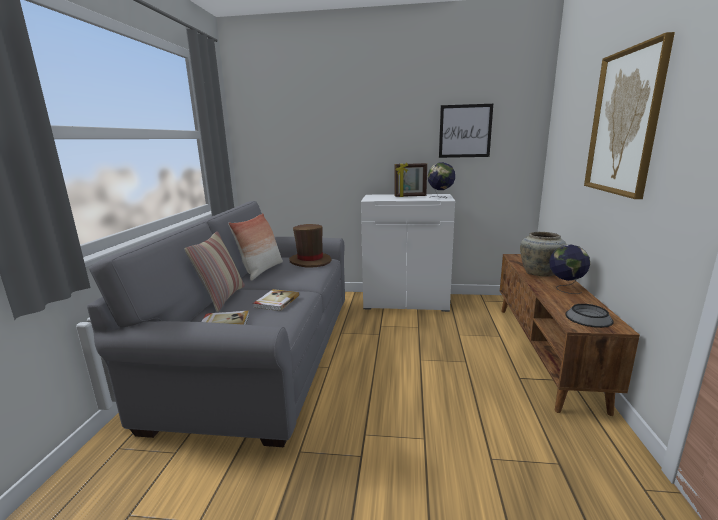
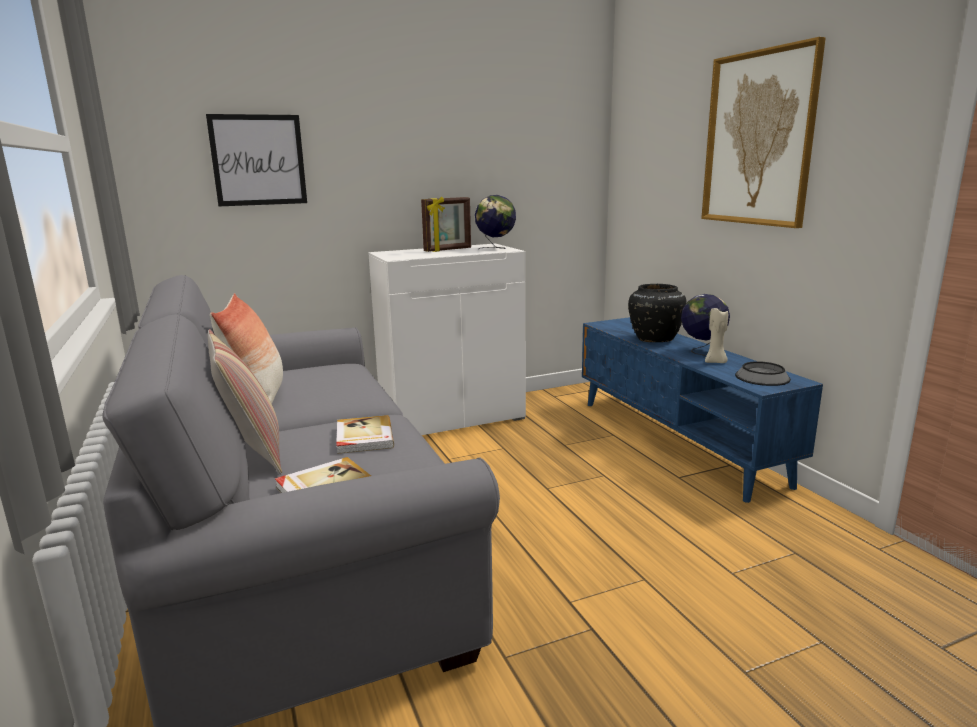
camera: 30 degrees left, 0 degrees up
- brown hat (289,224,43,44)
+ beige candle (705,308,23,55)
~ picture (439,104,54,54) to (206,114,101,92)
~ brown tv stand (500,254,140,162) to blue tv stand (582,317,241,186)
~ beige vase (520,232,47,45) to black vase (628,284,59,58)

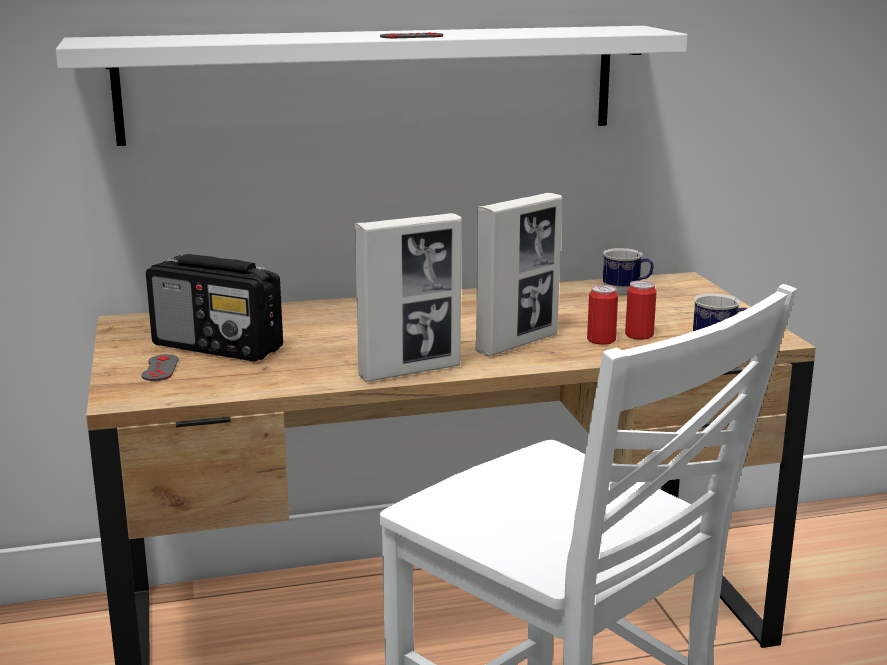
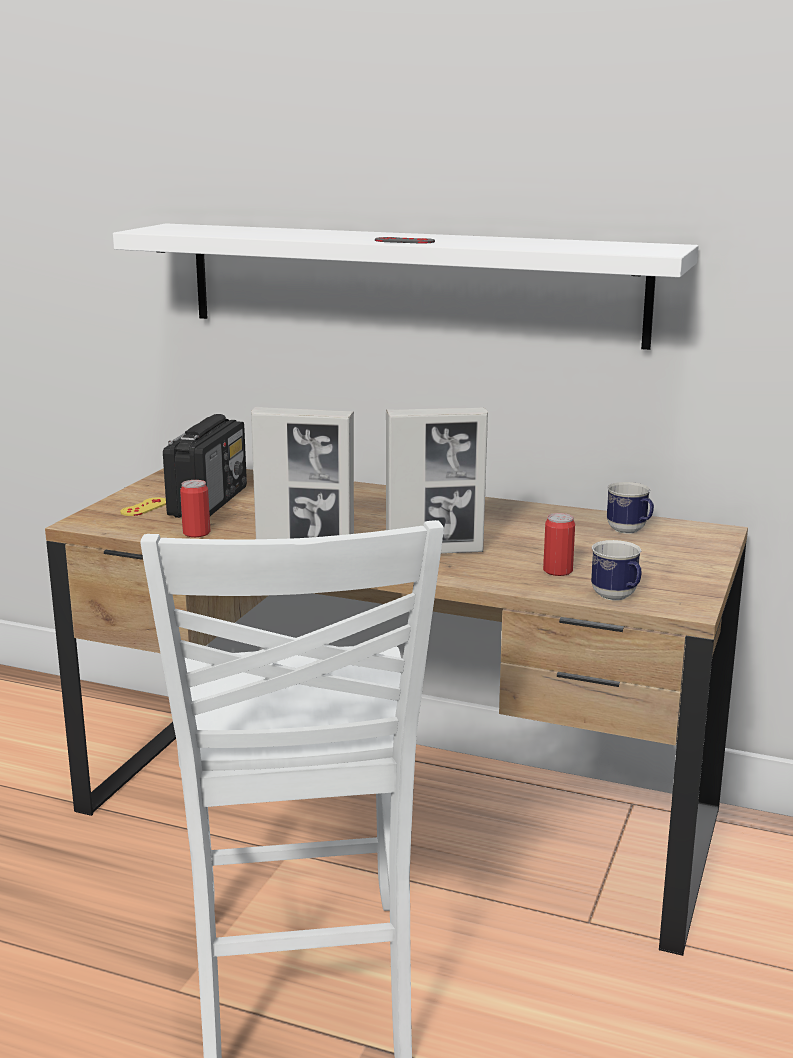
camera: 35 degrees right, 0 degrees up
~ can (587,285,31,60) to (180,480,30,57)
~ grey game controller (142,354,36,27) to yellow game controller (120,498,46,18)
~ radio (146,254,137,108) = (163,414,84,104) 135 degrees counterclockwise

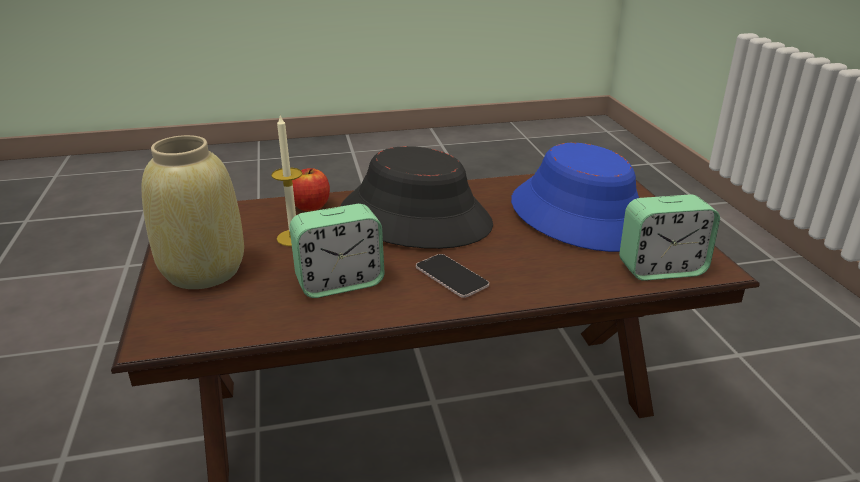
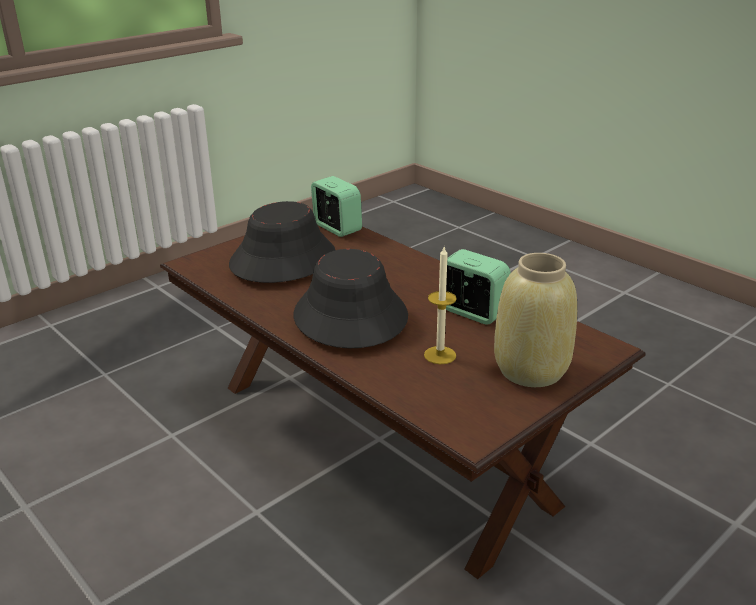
camera: 120 degrees left, 0 degrees up
- apple (292,168,38,43)
- phone (416,254,73,44)
~ blue hat (511,143,128,109) to black hat (229,201,106,82)

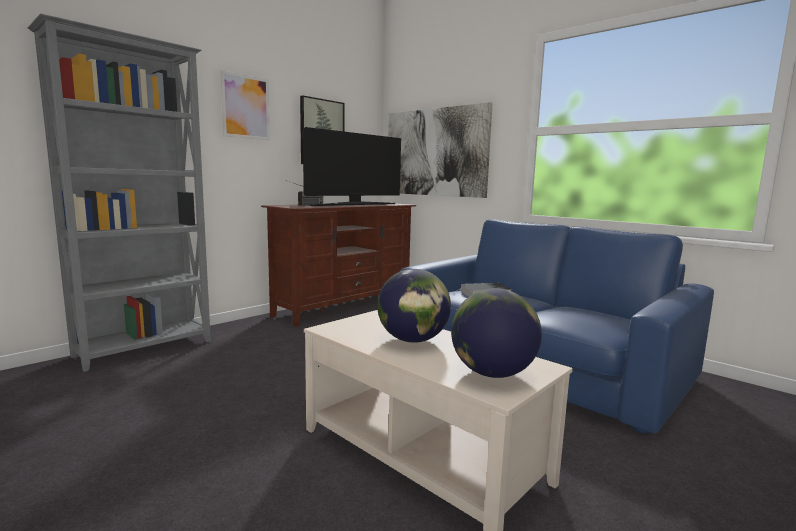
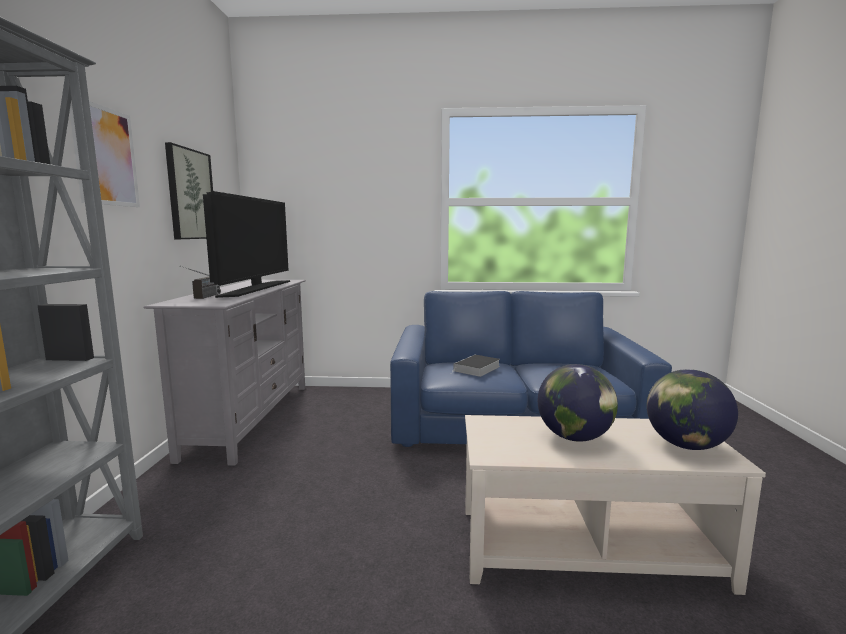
camera: 40 degrees left, 0 degrees up
- picture (388,102,105,96)
~ brown tv stand (261,203,155,124) to grey tv stand (143,280,163,186)

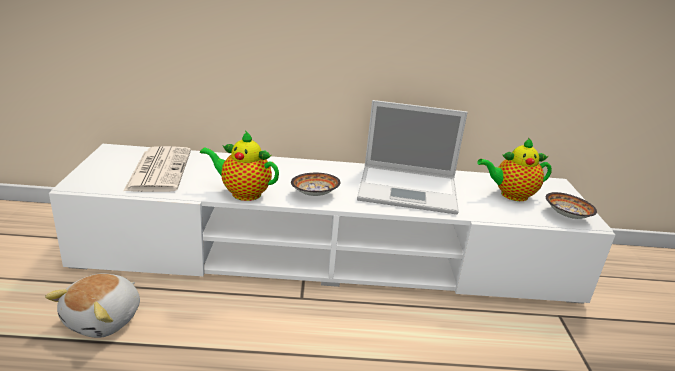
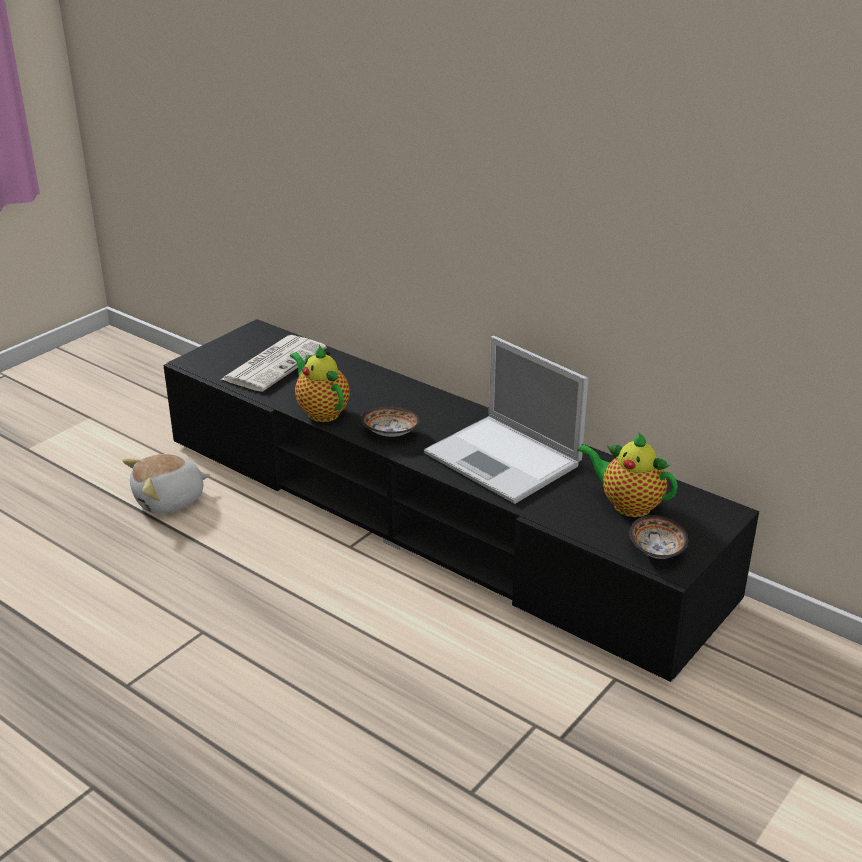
camera: 40 degrees right, 5 degrees up
~ white tv stand (49,144,567,160) to black tv stand (163,319,596,363)

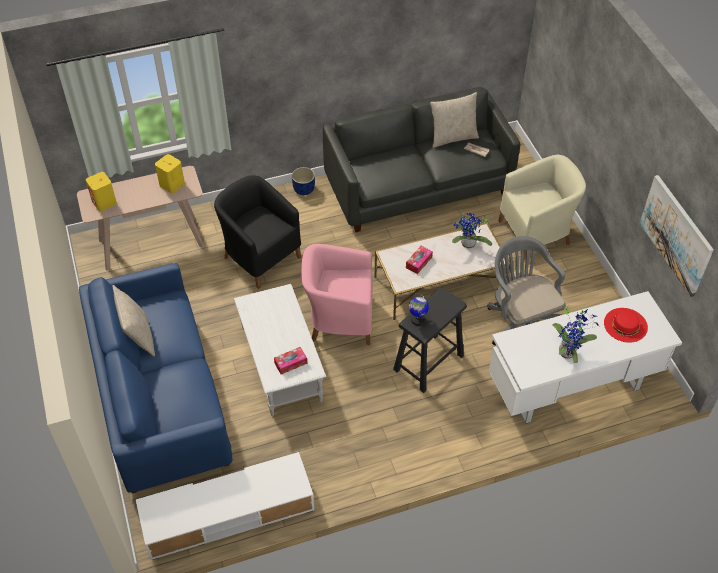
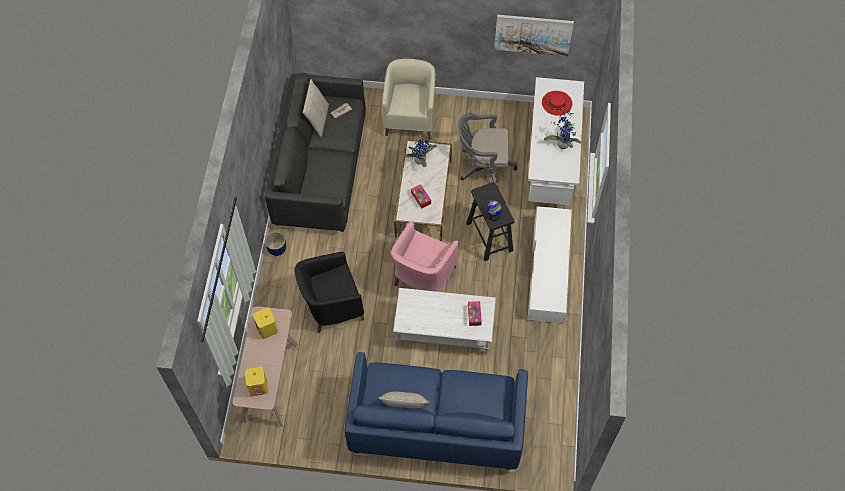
camera: 65 degrees left, 10 degrees up
~ white tv stand (136,452,178,108) to (528,206,44,118)

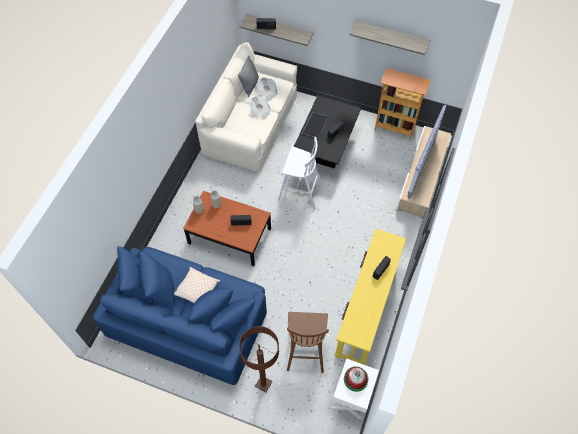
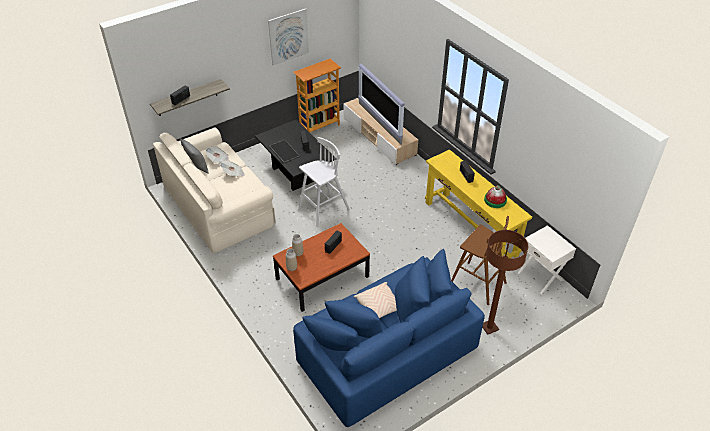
camera: 55 degrees left, 15 degrees down
~ hat (344,366,24,26) to (484,185,23,23)
~ shelf (349,21,81,34) to picture (268,8,41,57)

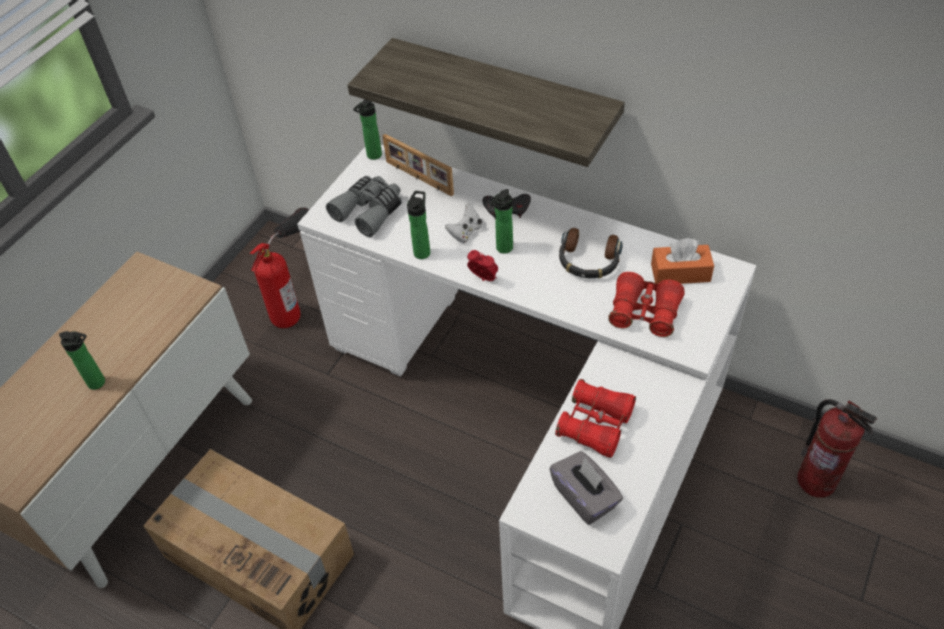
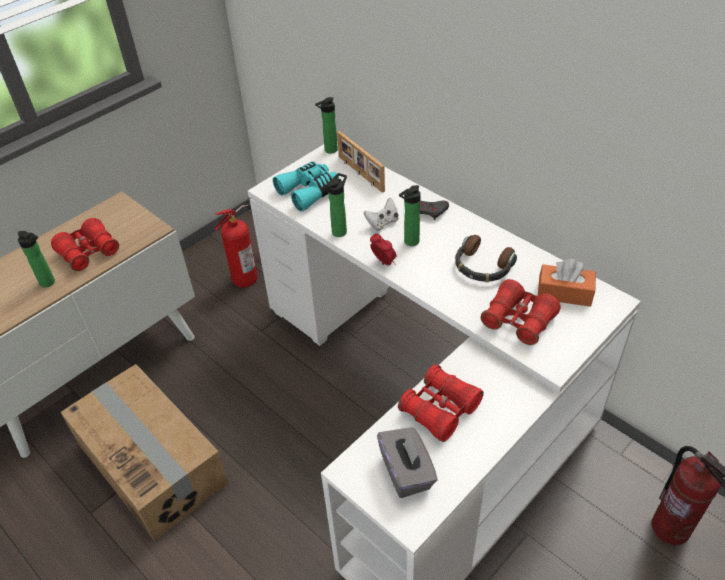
camera: 15 degrees right, 5 degrees down
- shelf (348,38,277,129)
+ red binoculars (51,218,68,53)
~ grey binoculars (326,176,76,61) to turquoise binoculars (273,161,66,51)

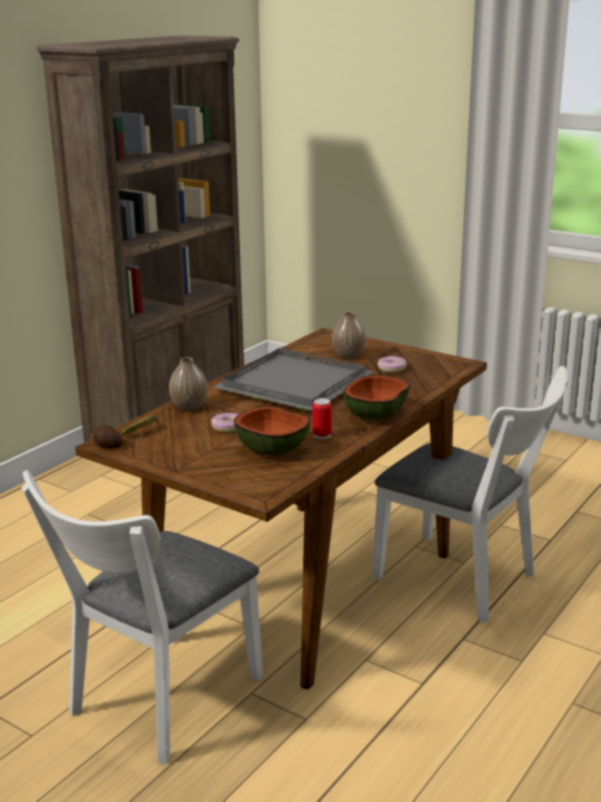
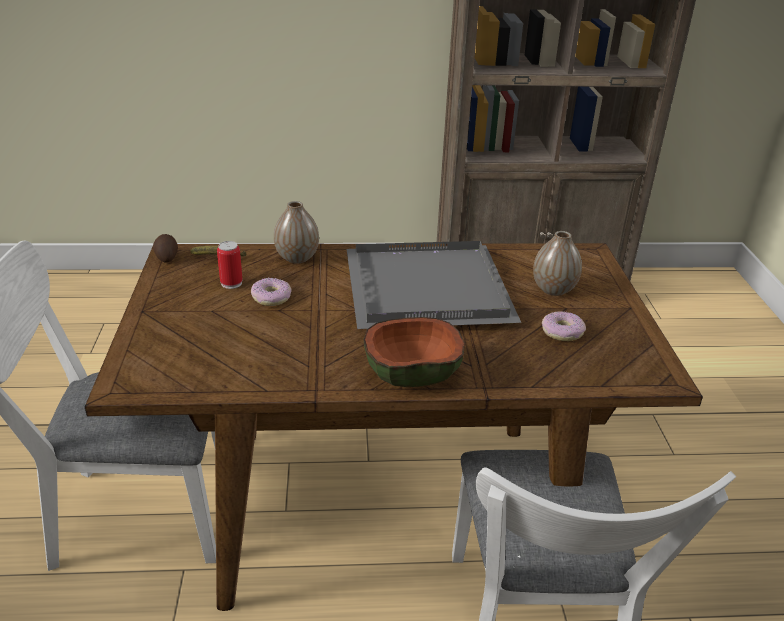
camera: 50 degrees right, 10 degrees up
- bowl (234,406,76,50)
~ can (312,398,20,41) to (217,241,26,48)

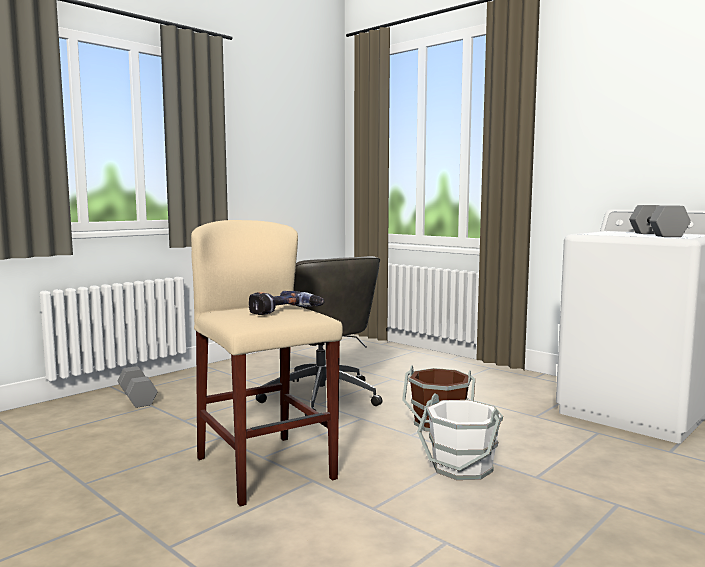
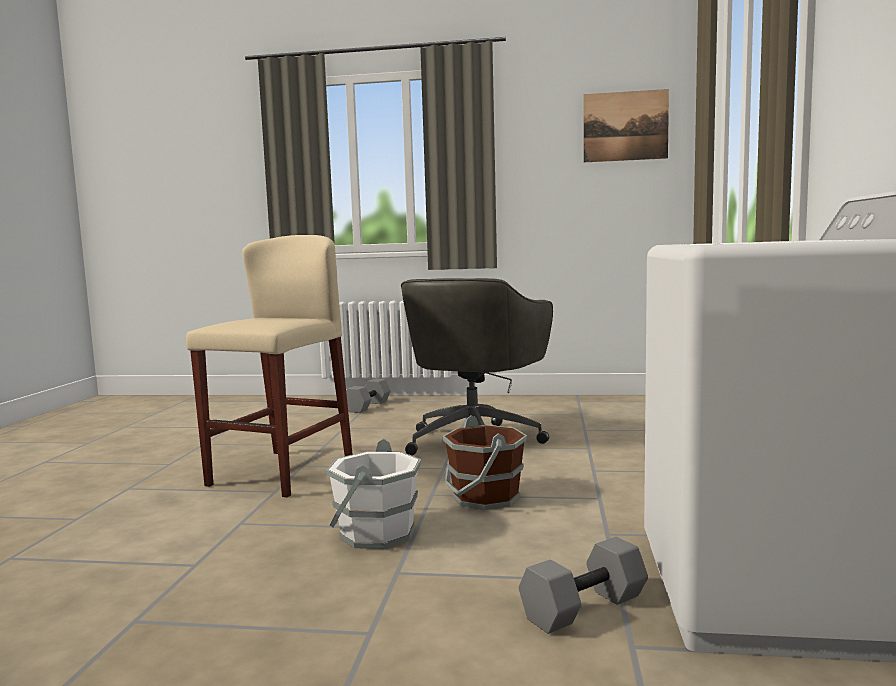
camera: 55 degrees right, 0 degrees up
- power drill (249,291,75,24)
+ picture (584,89,85,73)
~ grey dumbbell (629,205,62,32) to (519,537,129,97)

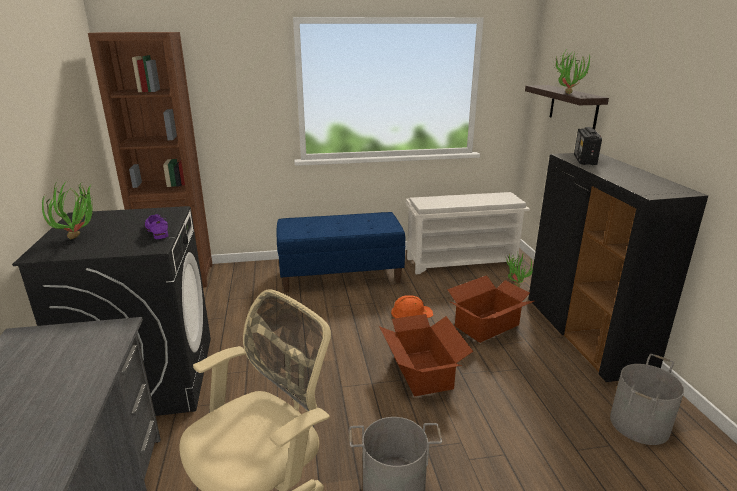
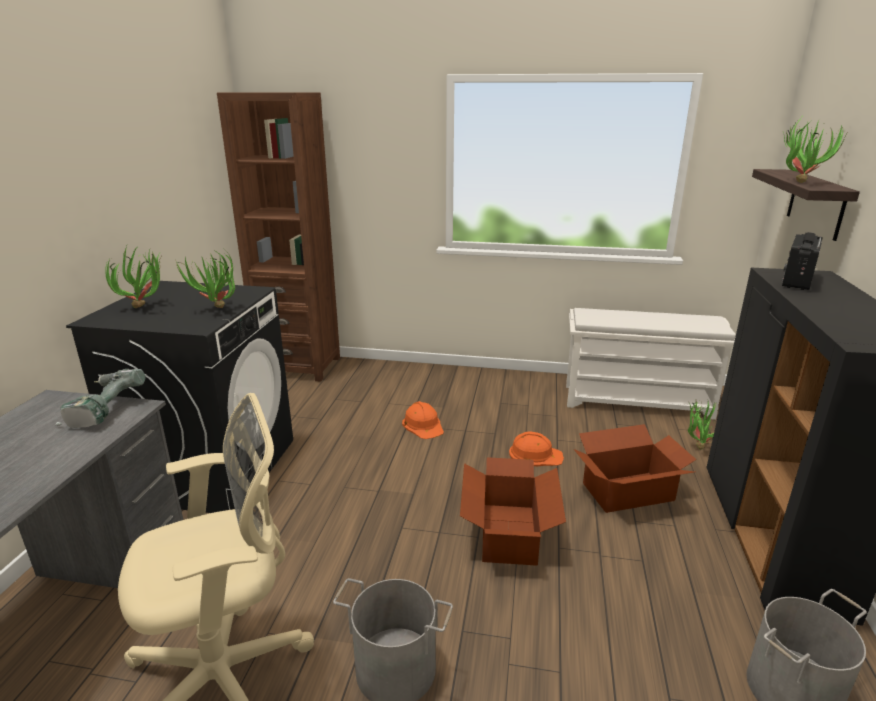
camera: 20 degrees right, 0 degrees up
- blue bench (277,212,128,80)
+ power drill (56,369,90,59)
+ orange hard hat (402,401,42,38)
~ purple shoe (145,214,23,25) to potted plant (175,252,60,56)

